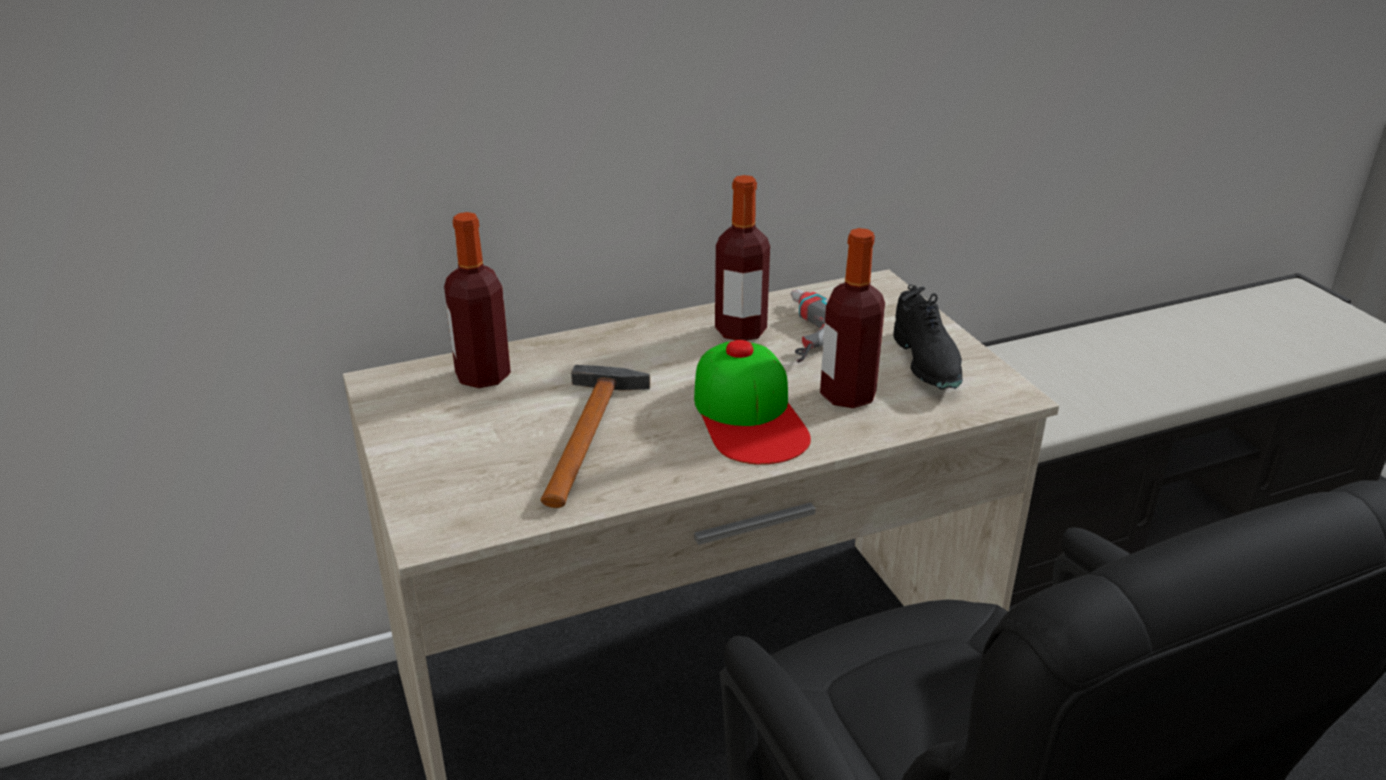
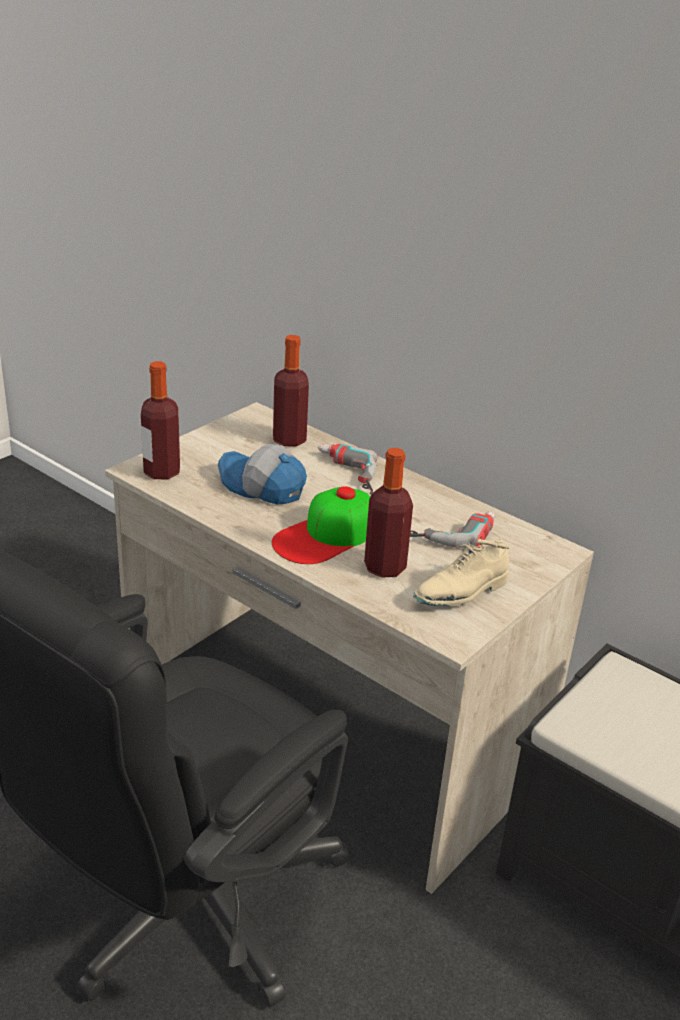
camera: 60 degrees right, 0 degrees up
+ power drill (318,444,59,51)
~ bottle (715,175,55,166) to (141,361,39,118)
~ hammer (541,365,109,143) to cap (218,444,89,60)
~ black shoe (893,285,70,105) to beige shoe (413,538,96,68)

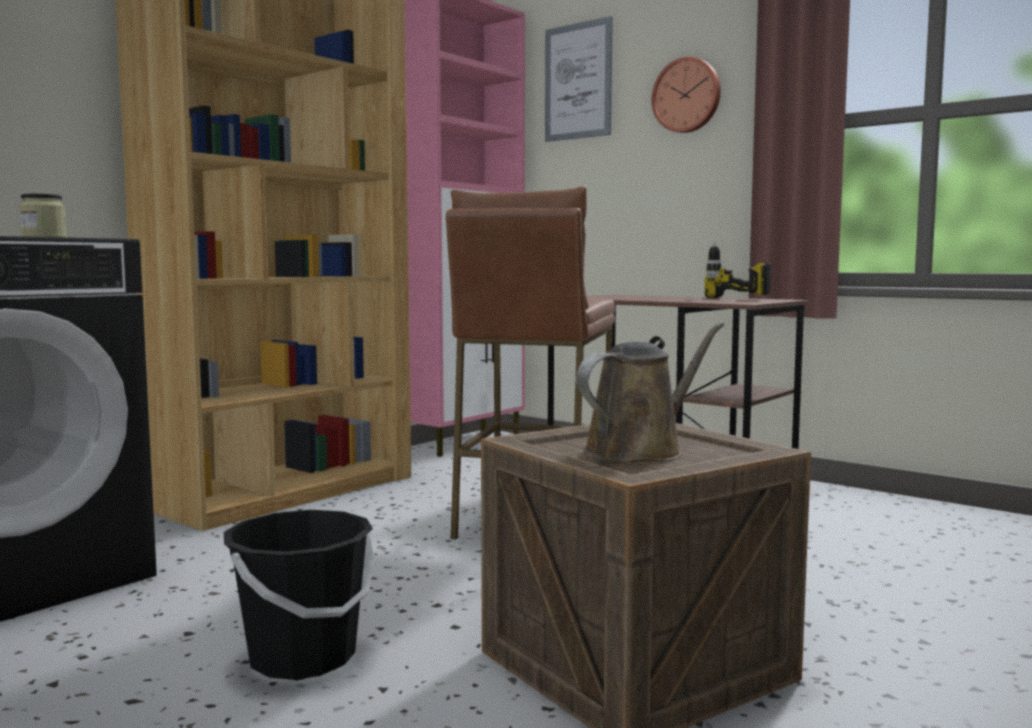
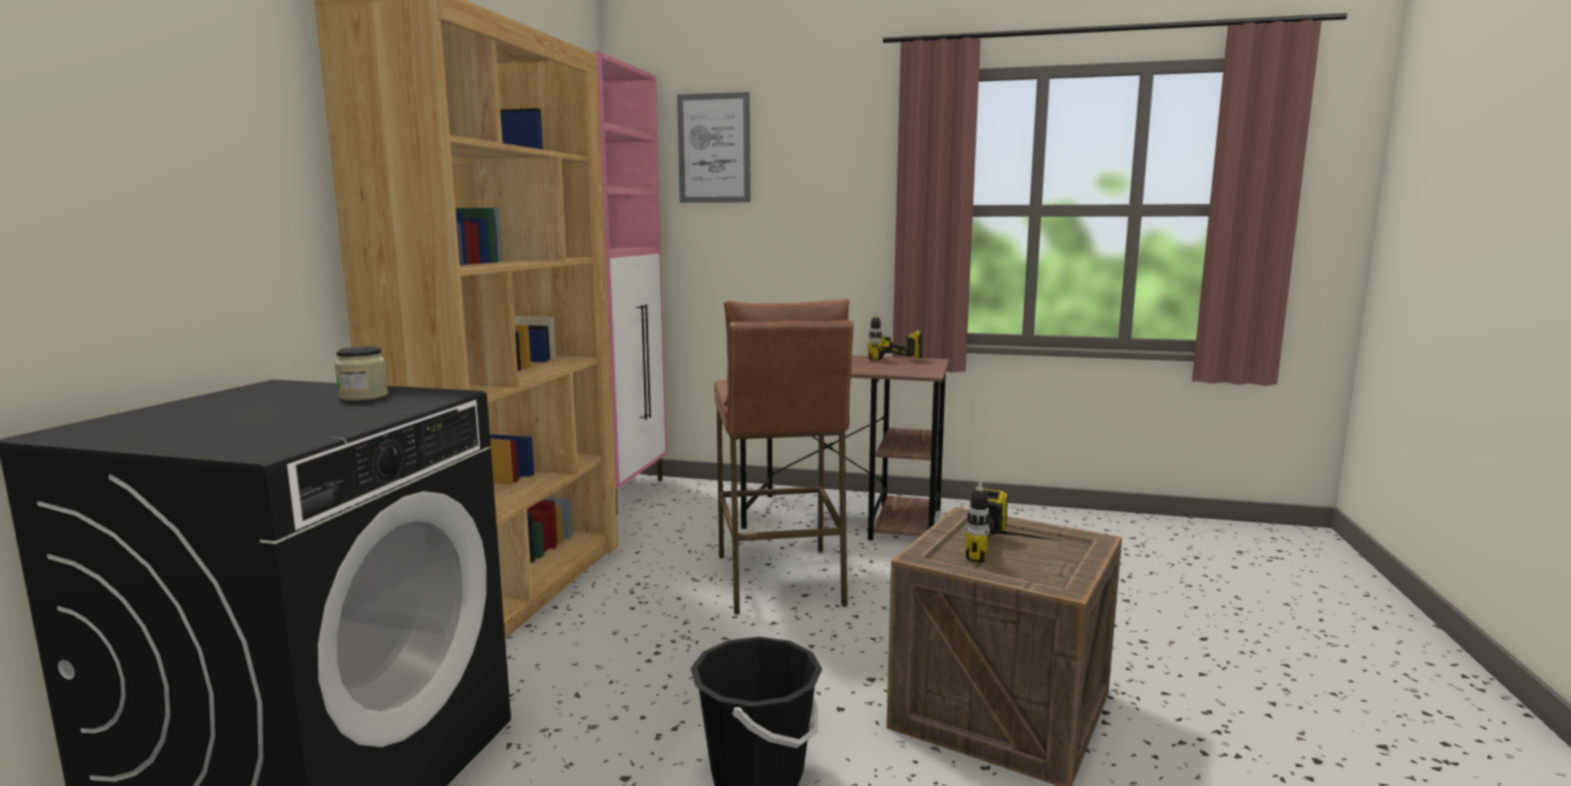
camera: 25 degrees left, 5 degrees up
- wall clock (652,57,69,76)
~ brown watering can (577,322,147,140) to power drill (965,482,97,81)

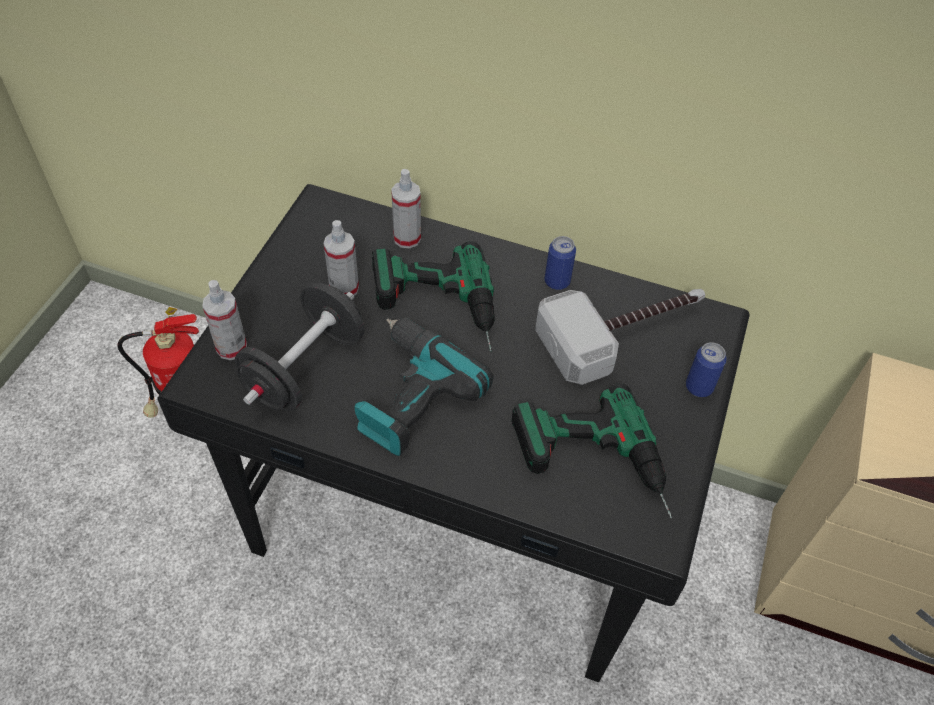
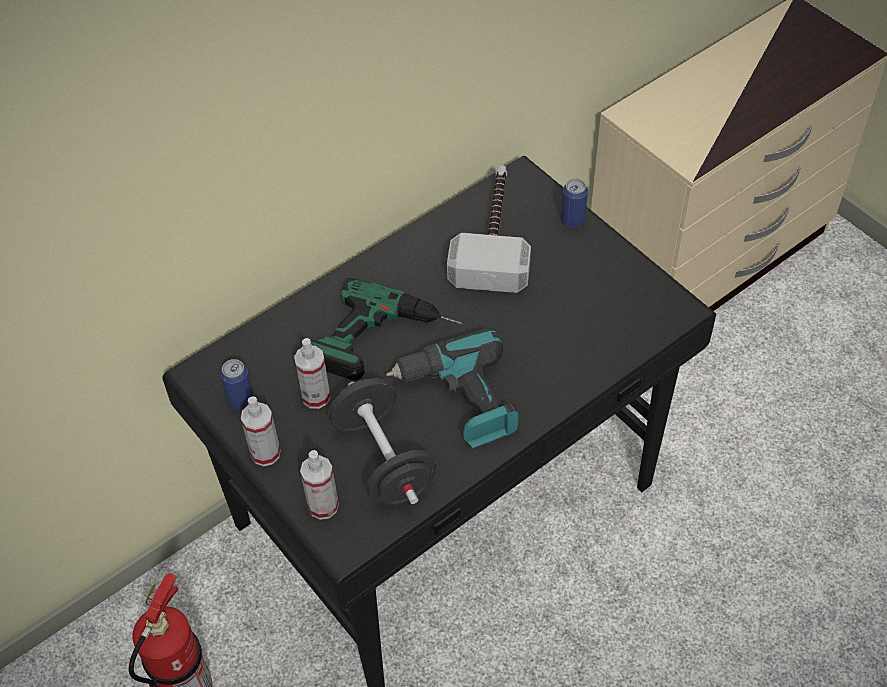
camera: 55 degrees left, 0 degrees up
- power drill (511,383,161,135)
~ spray bottle (391,169,30,79) to (241,396,39,70)
~ can (545,236,31,54) to (220,359,34,50)

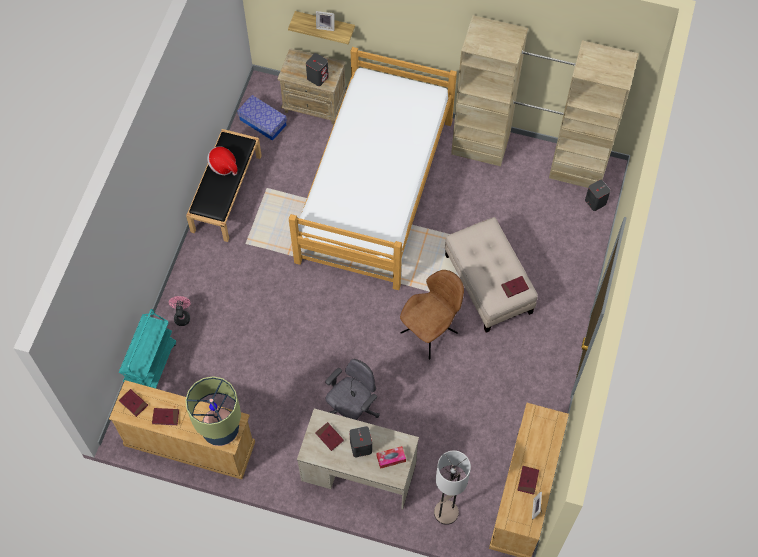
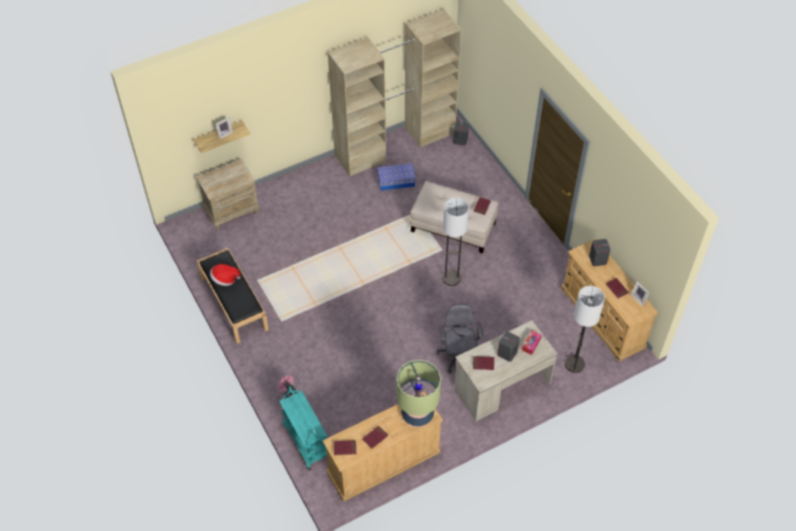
camera: 45 degrees left, 10 degrees down
- bed (289,47,168,243)
~ storage box (237,95,50,46) to (377,163,39,28)
~ grey speaker (306,53,23,33) to (589,239,22,27)
~ brown chair (400,270,64,89) to floor lamp (442,197,27,89)

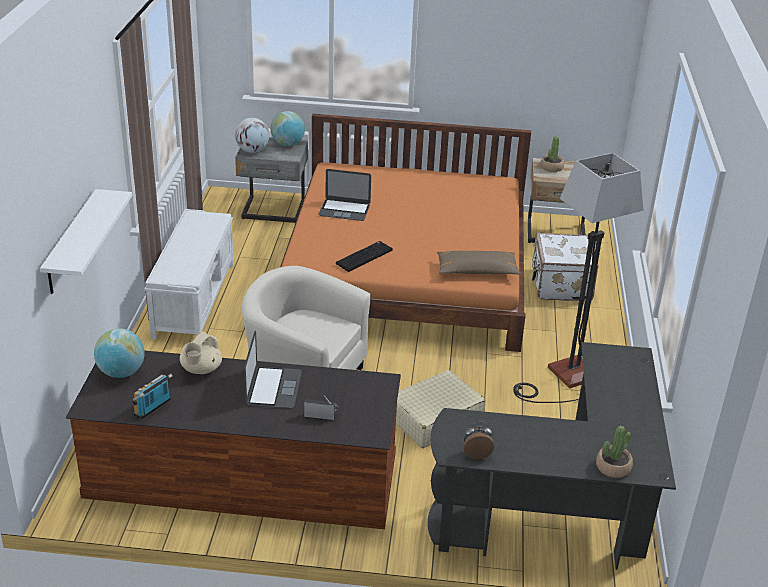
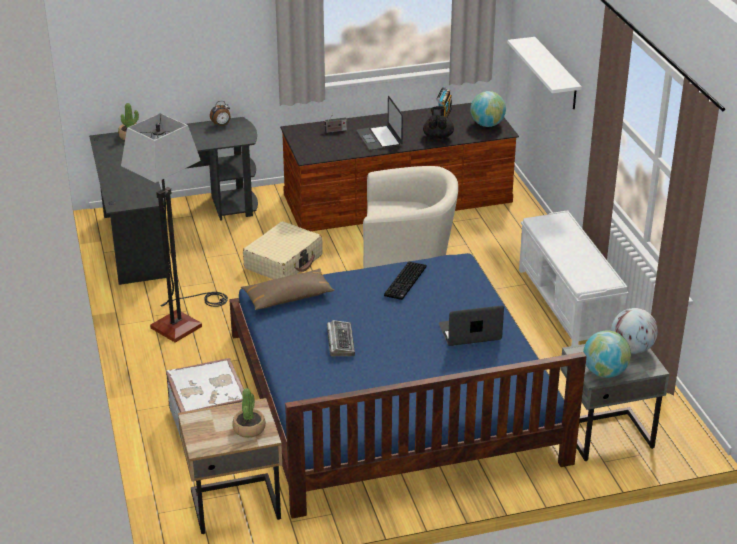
camera: 160 degrees right, 0 degrees up
+ keyboard (327,320,28,36)
~ beige teapot (180,331,42,43) to black teapot (423,106,31,34)
~ orange bed (280,114,251,238) to blue bed (229,253,358,266)

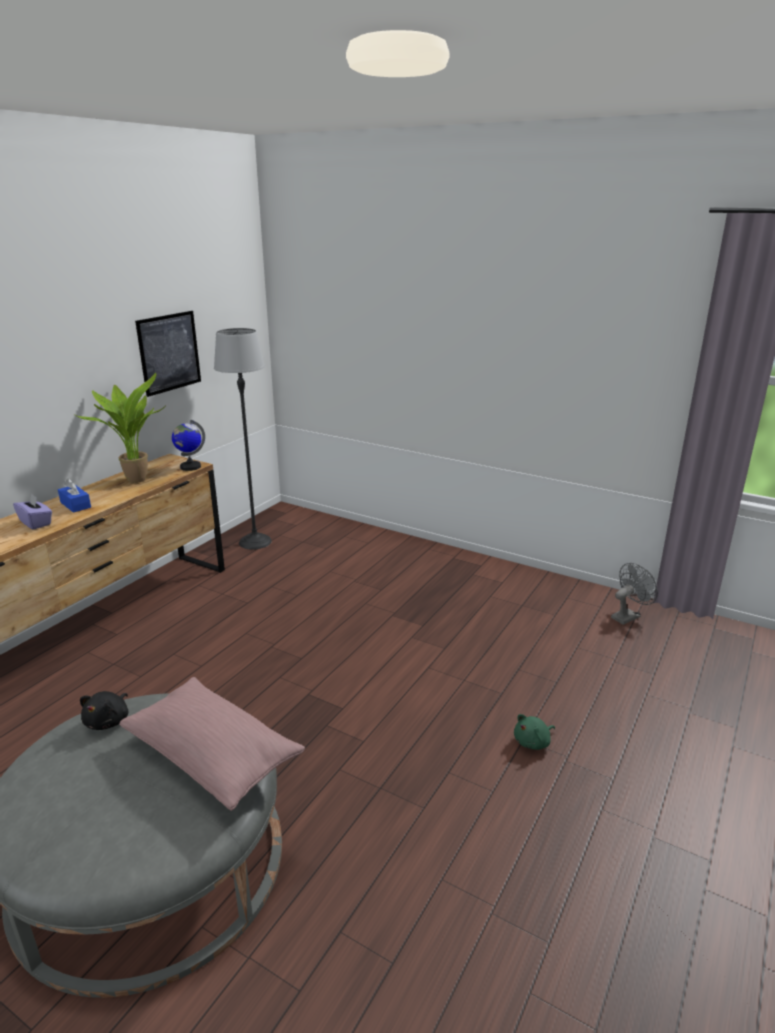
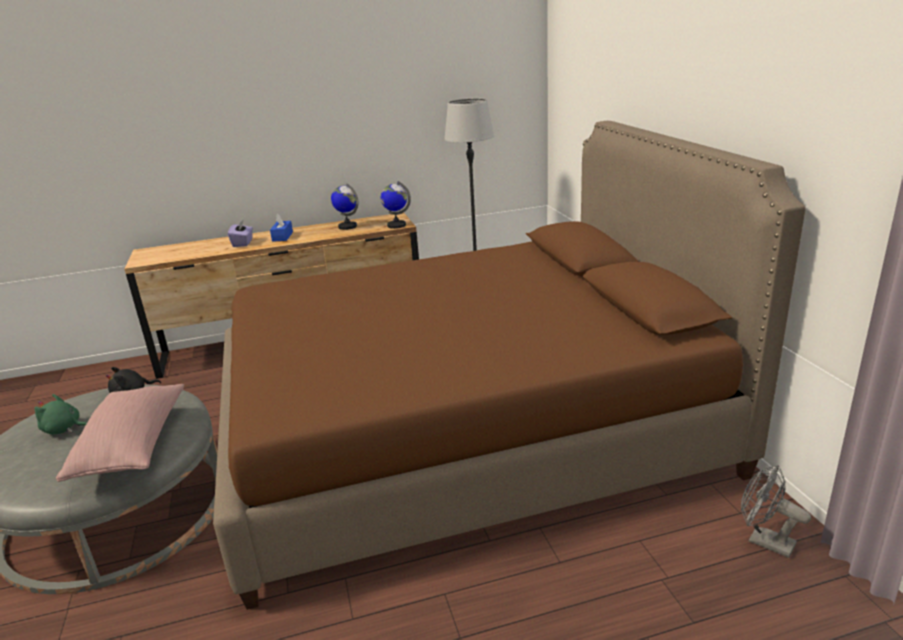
camera: 45 degrees right, 0 degrees up
- picture (135,311,66,86)
+ brown bed (213,121,593,489)
~ green plush toy (514,714,41,36) to (34,394,53,40)
~ potted plant (75,373,91,110) to globe (331,183,27,47)
~ grey fan (611,563,47,62) = (741,465,70,93) 150 degrees counterclockwise

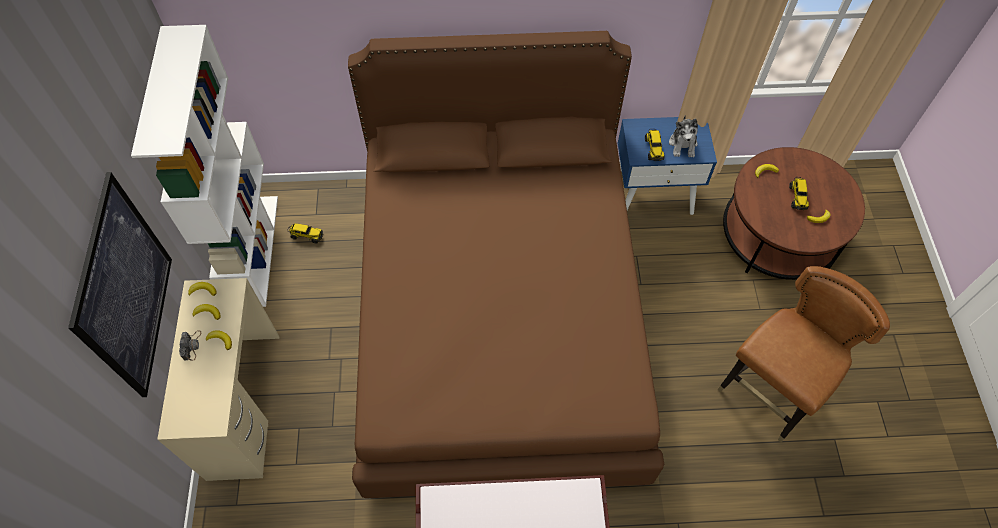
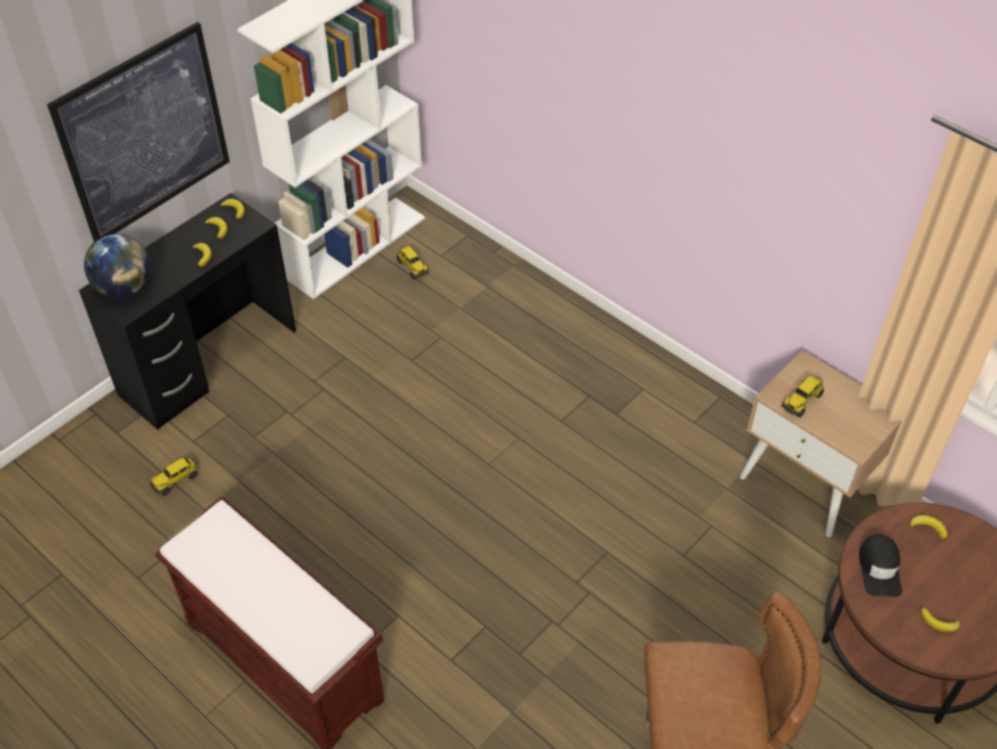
camera: 45 degrees right, 10 degrees down
- photo camera (179,330,23,31)
- brown bed (348,31,316,467)
- plush toy (669,115,29,43)
+ globe (84,234,67,64)
+ black cap (859,534,43,63)
~ toy truck (789,177,20,33) to (150,458,48,38)
~ beige desk (157,278,122,203) to black desk (79,193,217,237)
~ blue nightstand (618,117,99,98) to beige nightstand (740,350,162,187)

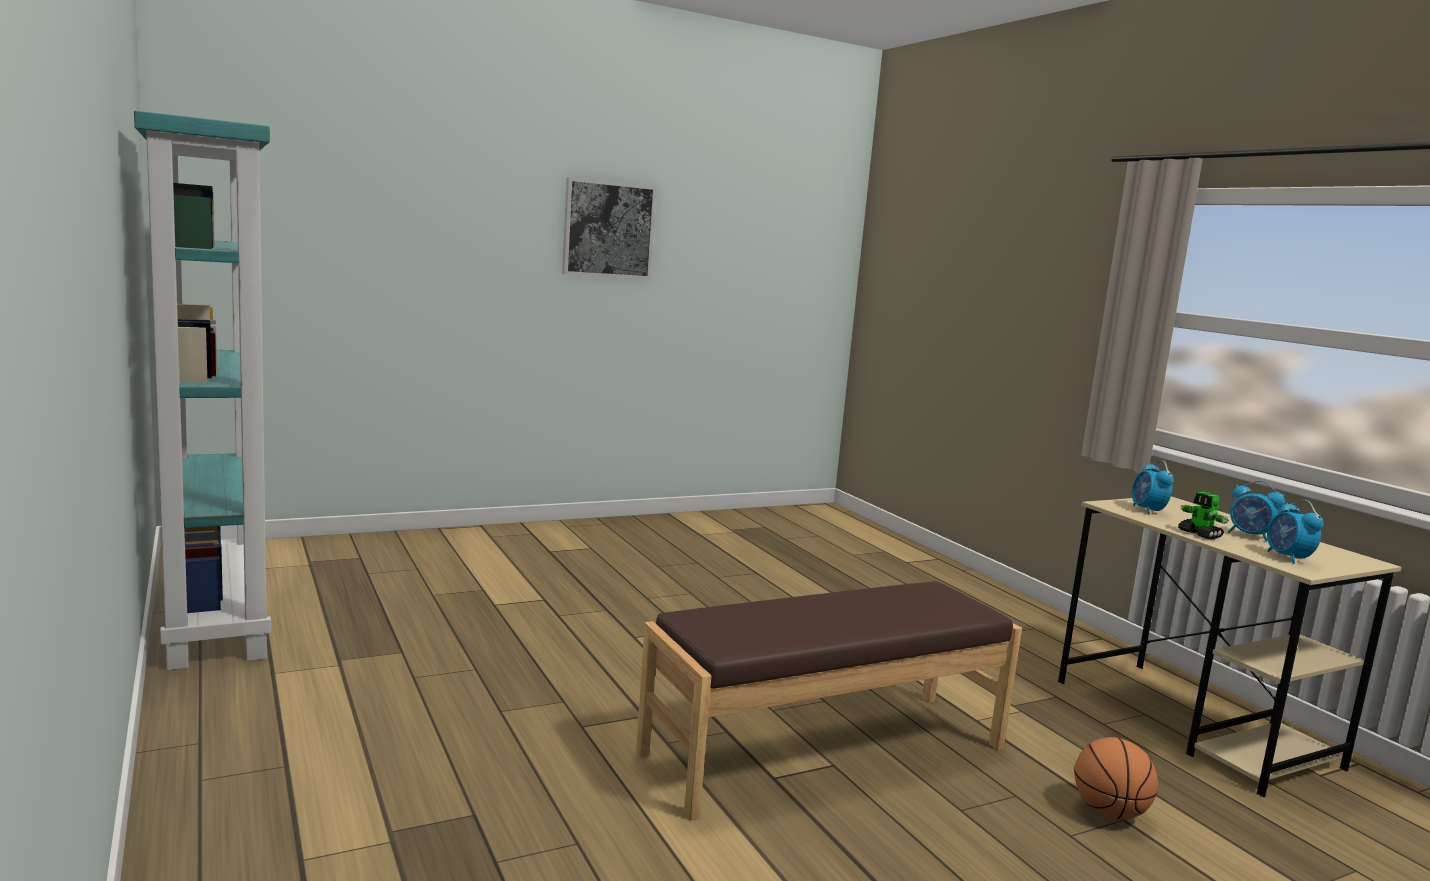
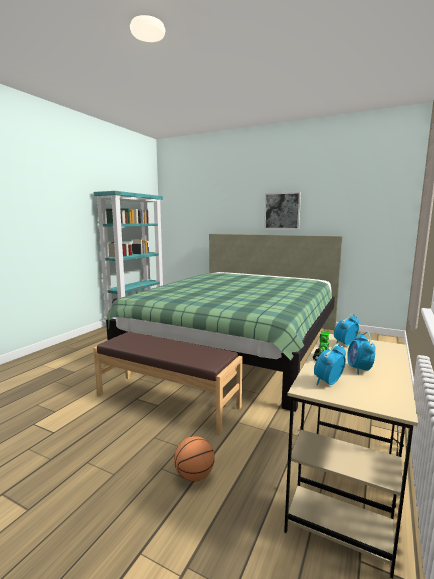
camera: 55 degrees right, 0 degrees up
+ green bed (106,234,237,178)

